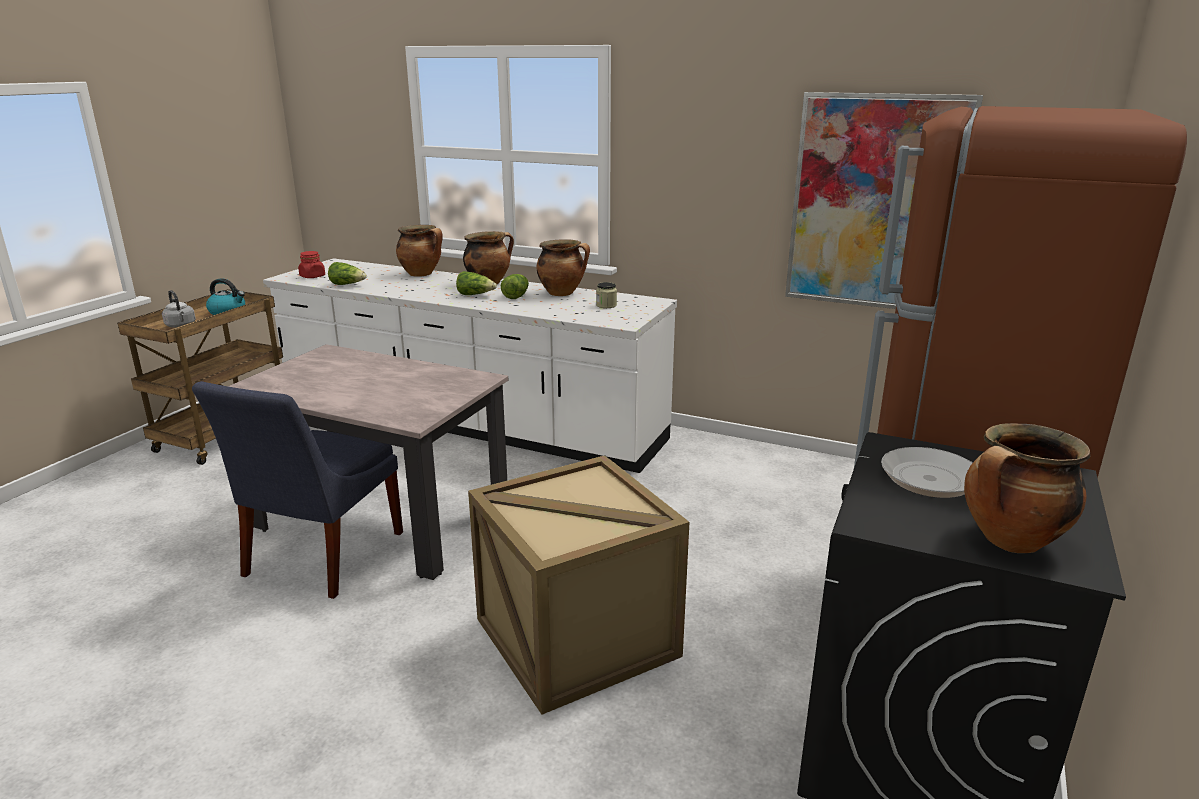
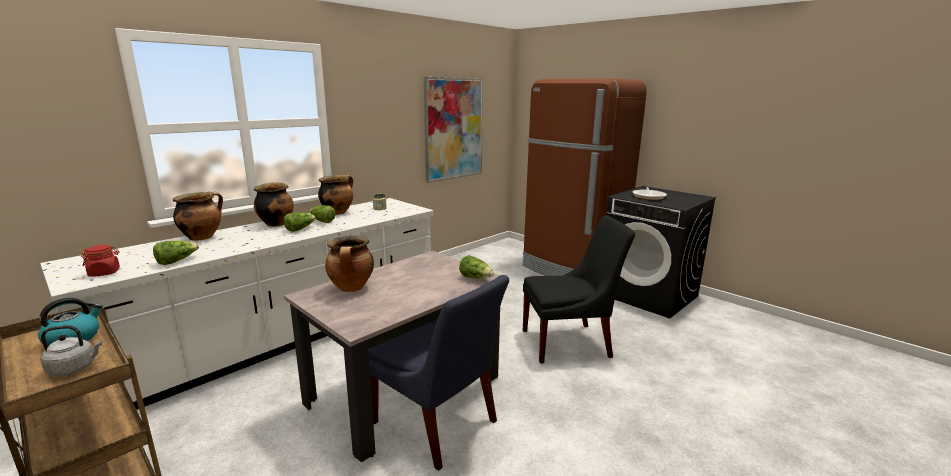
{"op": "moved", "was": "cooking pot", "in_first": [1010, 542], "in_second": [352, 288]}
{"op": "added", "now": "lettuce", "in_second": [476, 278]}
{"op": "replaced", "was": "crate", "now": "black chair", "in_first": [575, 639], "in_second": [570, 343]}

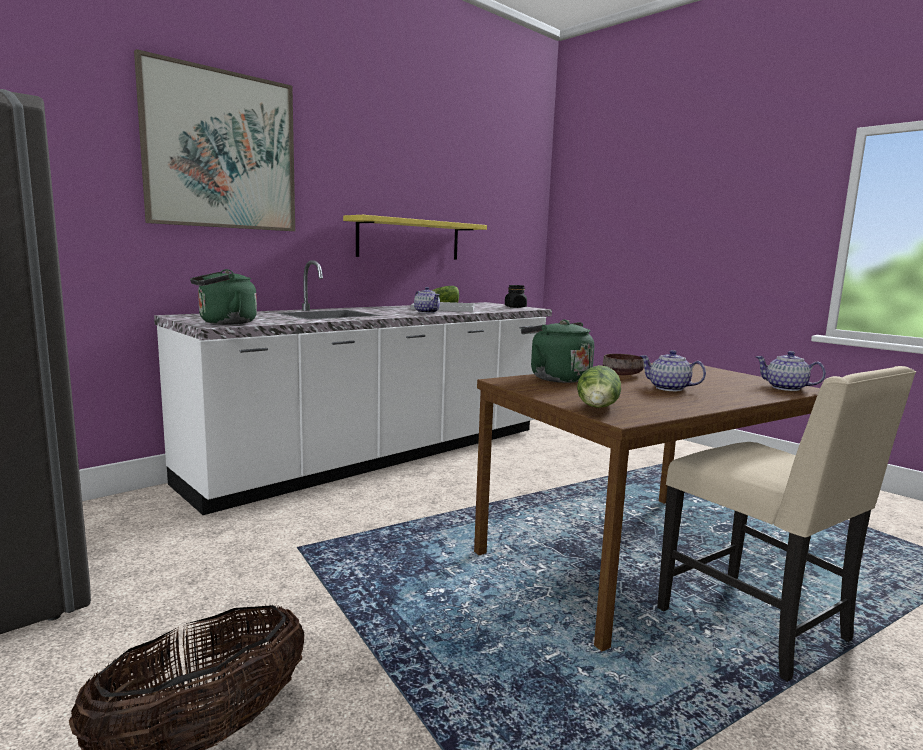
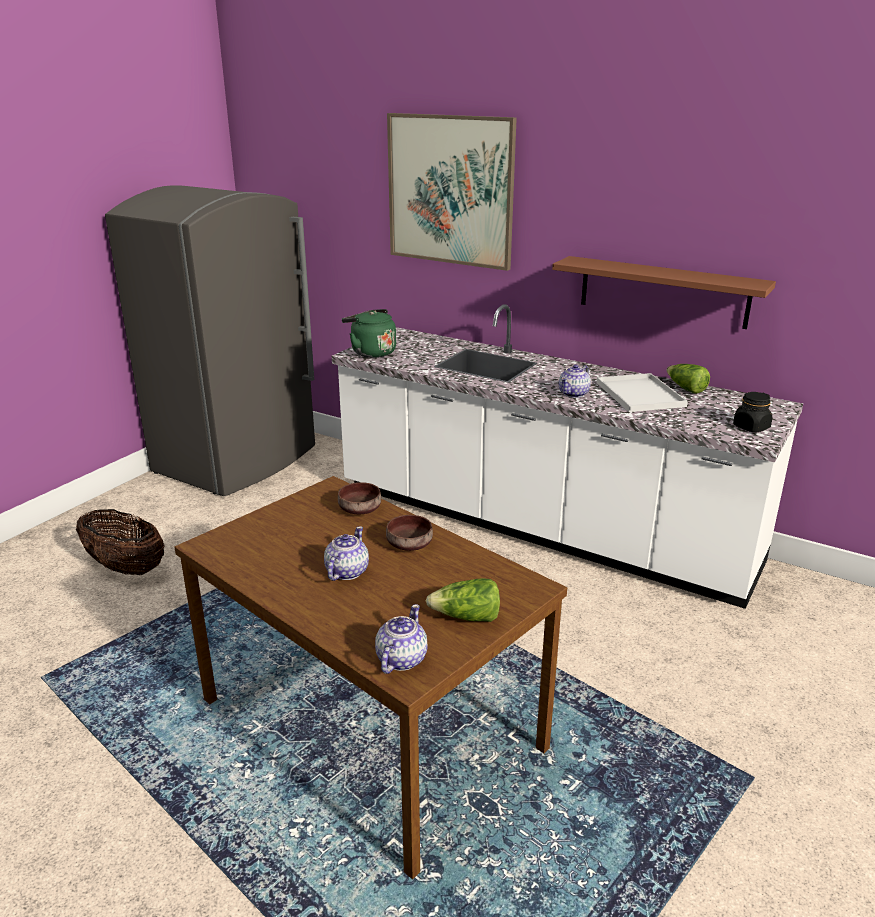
{"op": "replaced", "was": "green kettle", "now": "brown bowl", "in_first": [556, 378], "in_second": [361, 509]}
{"op": "moved", "was": "lettuce", "in_first": [598, 409], "in_second": [467, 617]}
{"op": "recoloured", "was": "yellow shelf", "now": "brown shelf", "in_first": [409, 239], "in_second": [663, 292]}
{"op": "removed", "was": "beige chair", "in_first": [757, 625]}

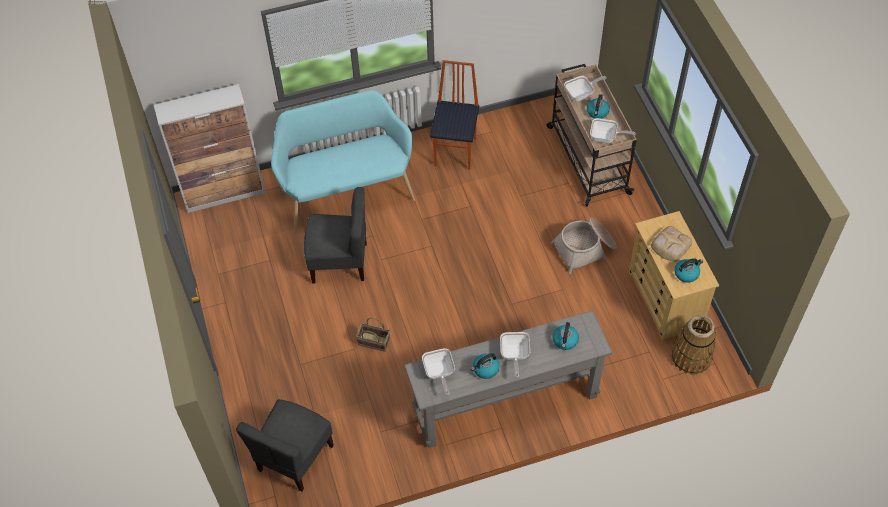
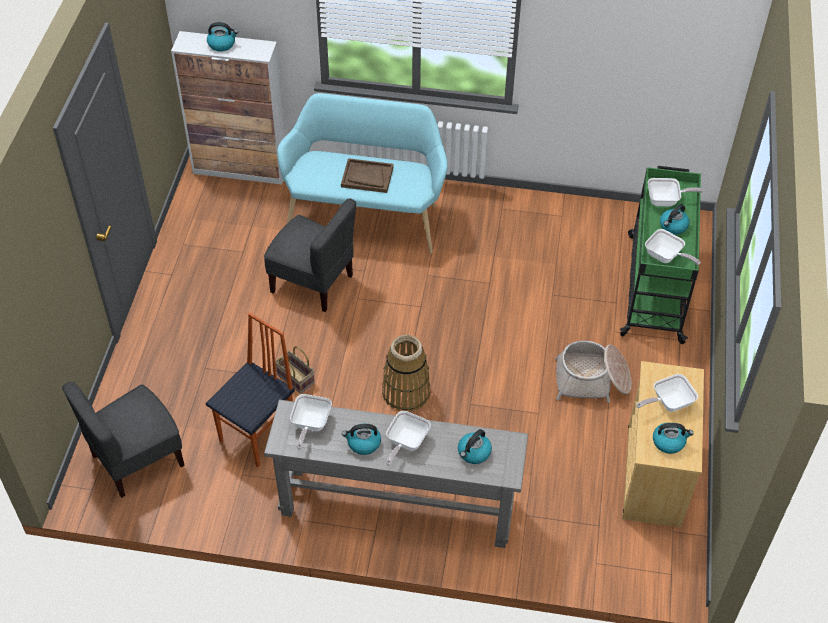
{"op": "moved", "was": "chair", "in_first": [456, 151], "in_second": [259, 435]}
{"op": "added", "now": "kettle", "in_second": [222, 44]}
{"op": "added", "now": "brown tray", "in_second": [367, 177]}
{"op": "moved", "was": "basket", "in_first": [691, 357], "in_second": [405, 392]}
{"op": "recoloured", "was": "beige cart", "now": "green cart", "in_first": [587, 159], "in_second": [654, 286]}
{"op": "replaced", "was": "bread", "now": "frying pan", "in_first": [670, 245], "in_second": [668, 403]}

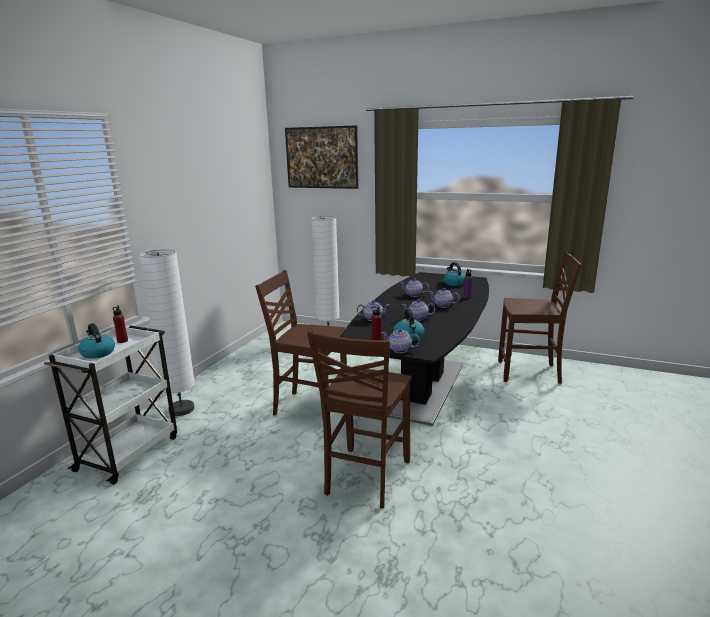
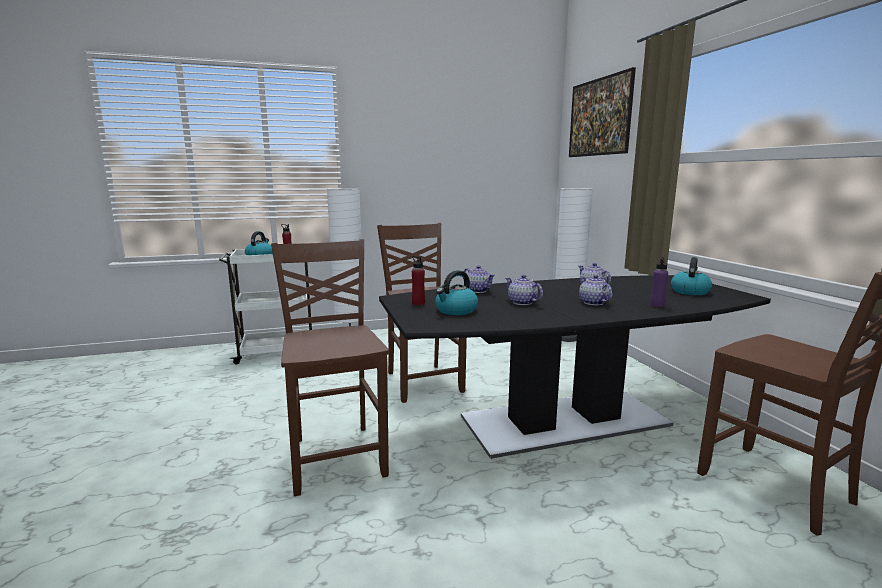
{"op": "turned", "was": "brown chair", "in_first": [365, 478], "in_second": [337, 456], "clockwise": 90}
{"op": "removed", "was": "teapot", "in_first": [400, 350]}

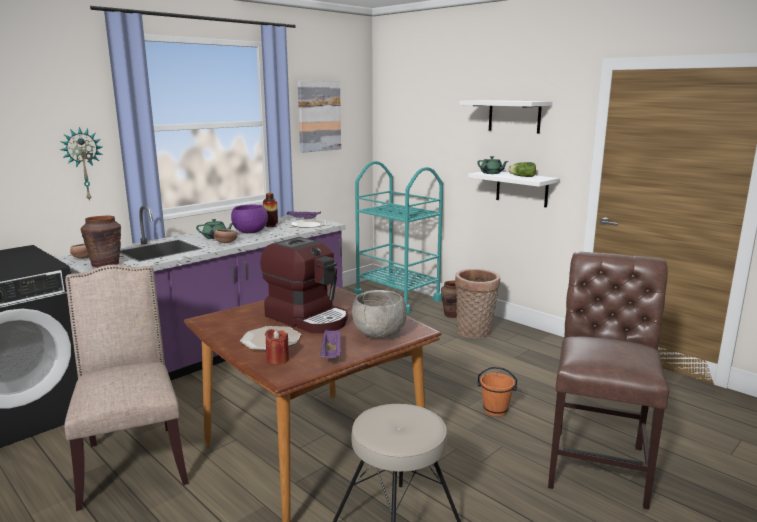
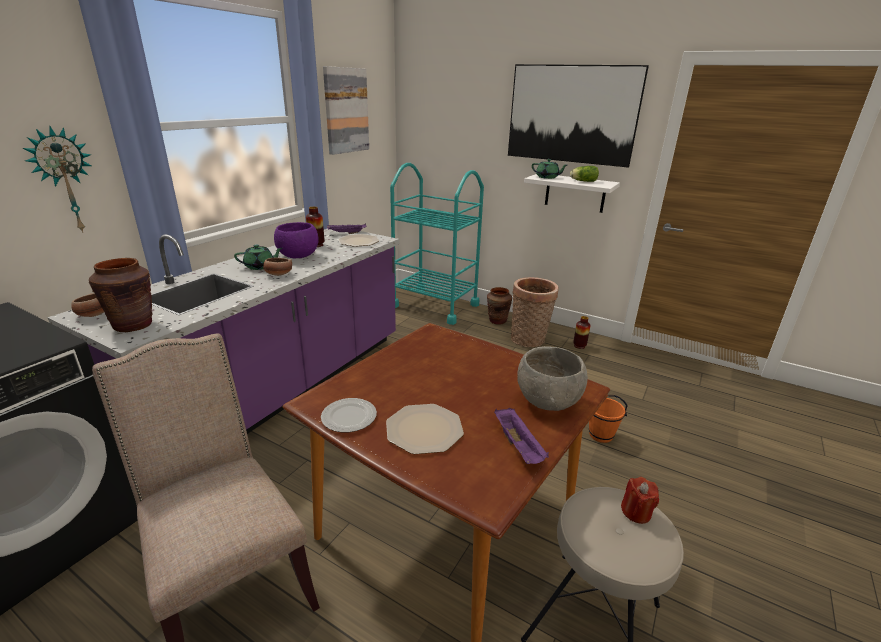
{"op": "added", "now": "plate", "in_second": [348, 417]}
{"op": "replaced", "was": "white shelf", "now": "picture", "in_first": [514, 116], "in_second": [571, 114]}
{"op": "added", "now": "vase", "in_second": [579, 346]}
{"op": "moved", "was": "red candle", "in_first": [277, 359], "in_second": [636, 512]}
{"op": "removed", "was": "coffee machine", "in_first": [308, 318]}
{"op": "removed", "was": "brown chair", "in_first": [598, 462]}

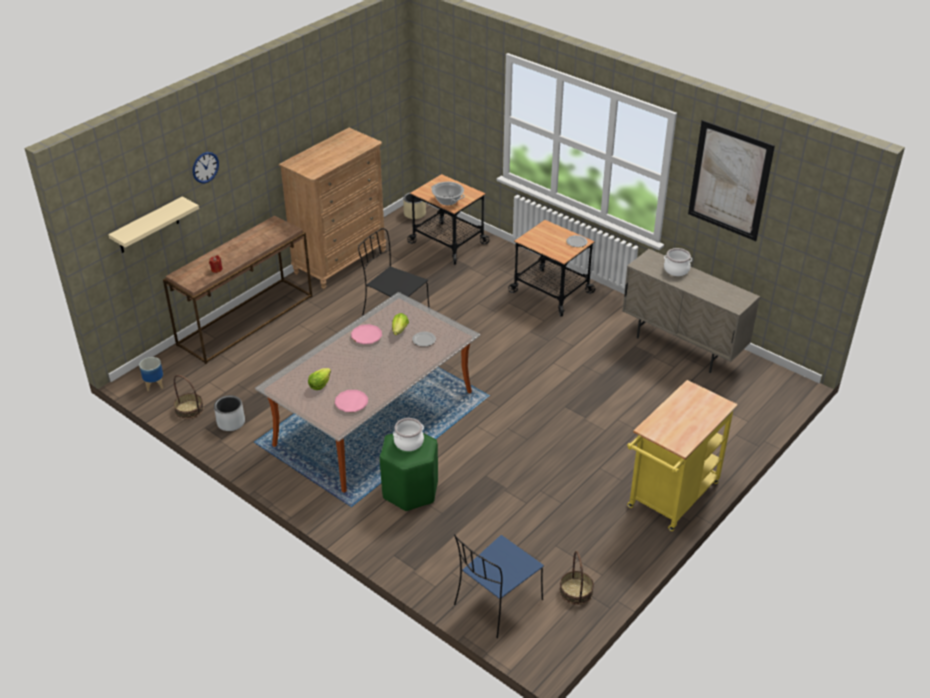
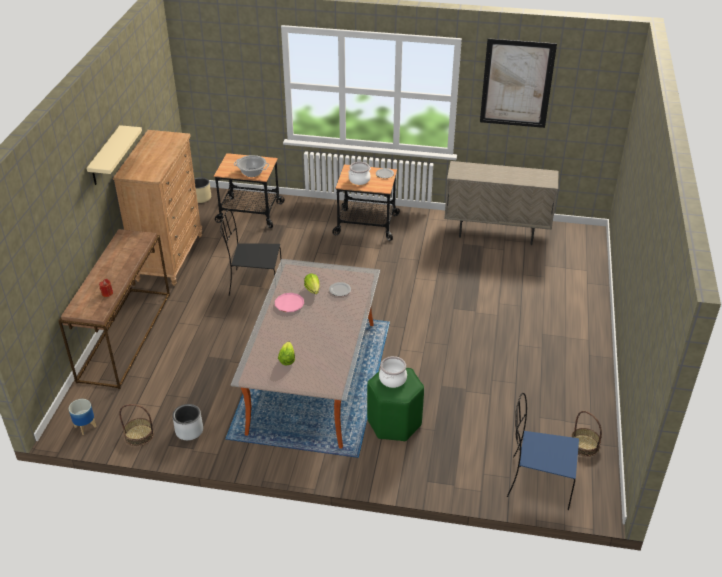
{"op": "moved", "was": "beige shelf", "in_first": [148, 226], "in_second": [105, 156]}
{"op": "moved", "was": "cooking pot", "in_first": [676, 269], "in_second": [359, 180]}
{"op": "turned", "was": "blue chair", "in_first": [496, 603], "in_second": [537, 482], "clockwise": 90}
{"op": "removed", "was": "wall clock", "in_first": [205, 167]}
{"op": "removed", "was": "pink plate", "in_first": [351, 403]}
{"op": "removed", "was": "yellow cart", "in_first": [670, 499]}

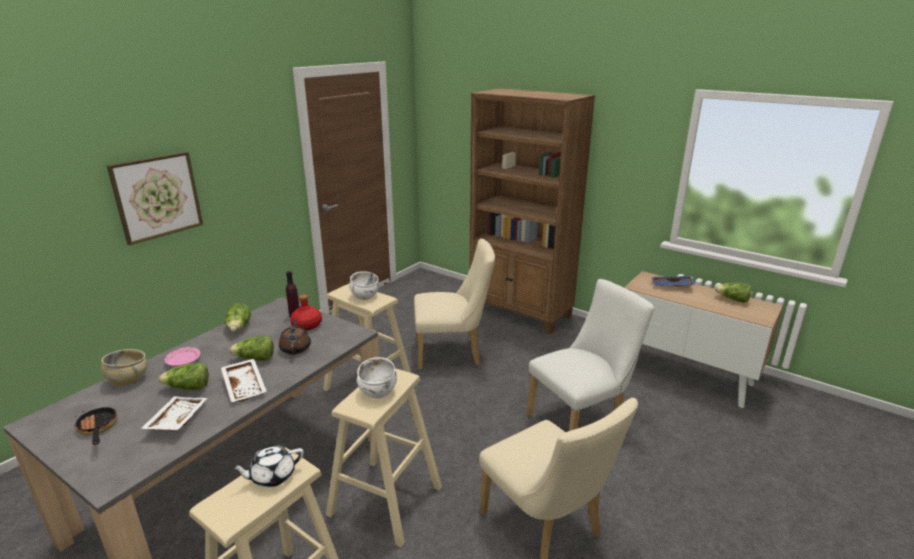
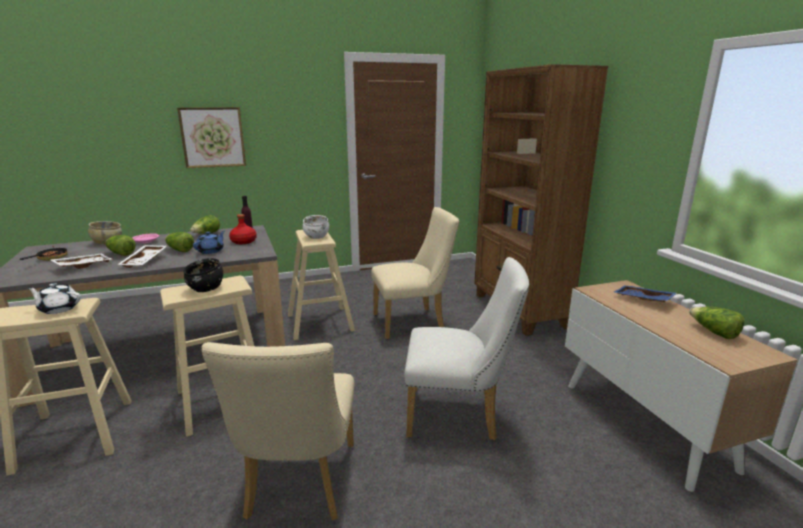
{"op": "recoloured", "was": "white bowl", "now": "black bowl", "in_first": [377, 391], "in_second": [206, 288]}
{"op": "recoloured", "was": "brown teapot", "now": "blue teapot", "in_first": [295, 348], "in_second": [211, 251]}
{"op": "turned", "was": "beige chair", "in_first": [453, 353], "in_second": [413, 322], "clockwise": -45}

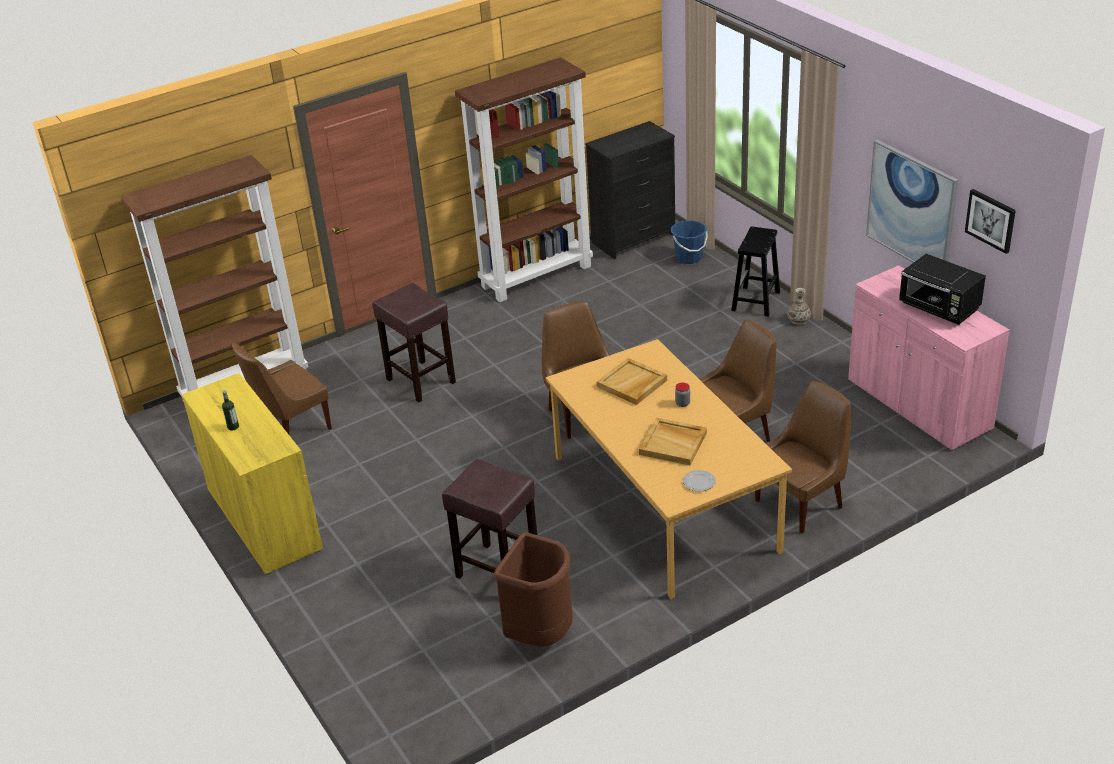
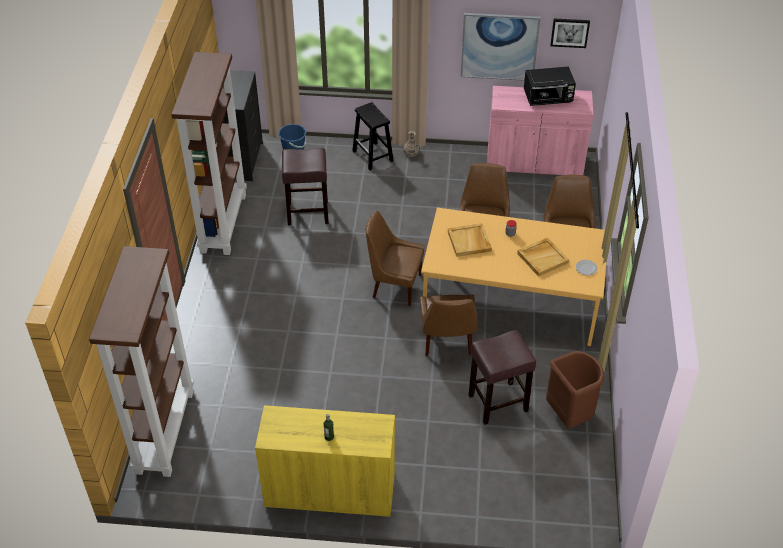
{"op": "moved", "was": "brown stool", "in_first": [420, 380], "in_second": [307, 213]}
{"op": "moved", "was": "brown chair", "in_first": [291, 429], "in_second": [447, 341]}

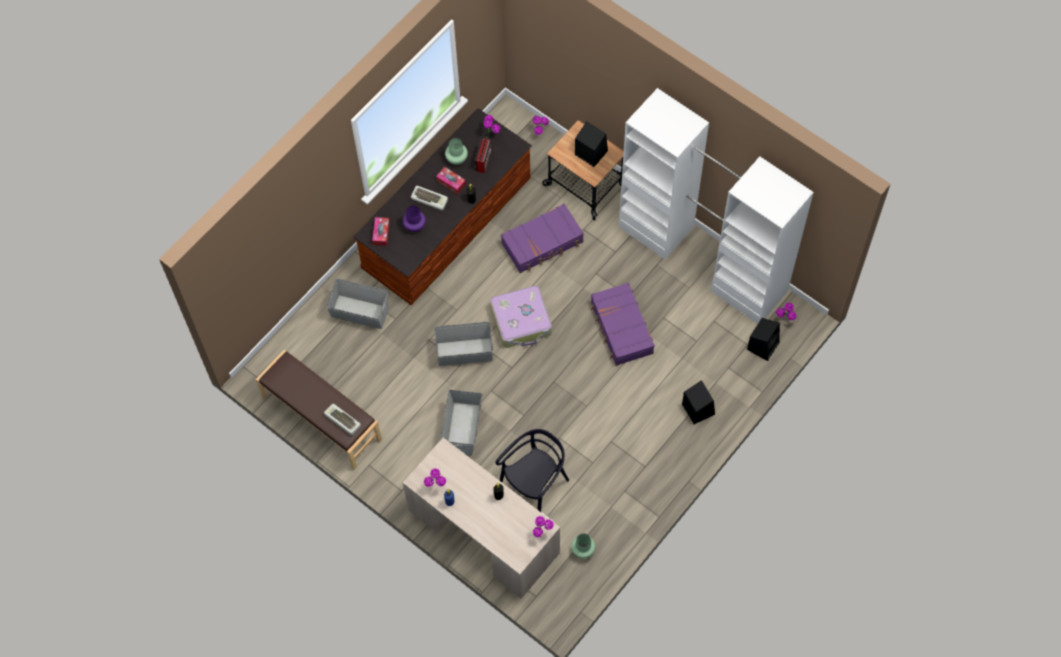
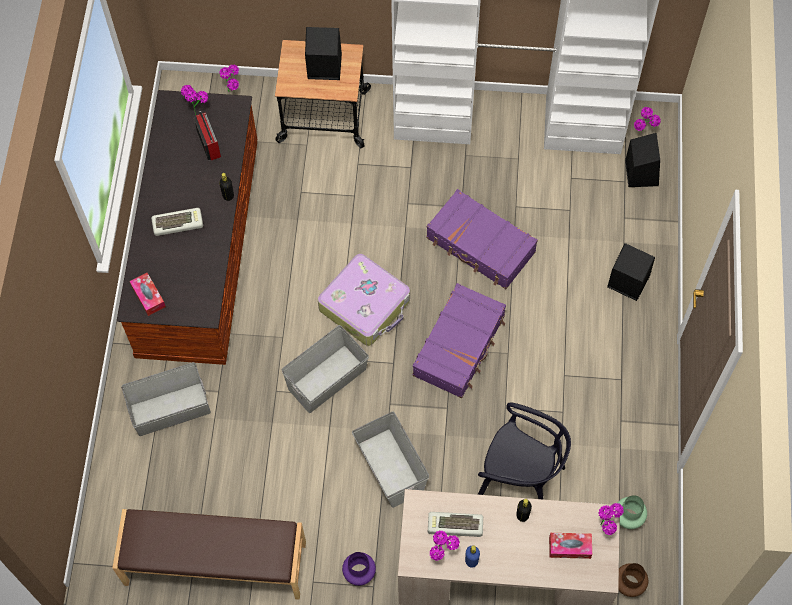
{"op": "moved", "was": "purple vase", "in_first": [415, 226], "in_second": [359, 572]}
{"op": "moved", "was": "purple suitcase", "in_first": [542, 243], "in_second": [460, 345]}
{"op": "moved", "was": "keyboard", "in_first": [341, 421], "in_second": [454, 526]}
{"op": "turned", "was": "black chair", "in_first": [535, 485], "in_second": [520, 479], "clockwise": 105}
{"op": "moved", "was": "tissue box", "in_first": [451, 182], "in_second": [569, 547]}
{"op": "added", "now": "brown vase", "in_second": [629, 584]}
{"op": "removed", "was": "green vase", "in_first": [456, 159]}

